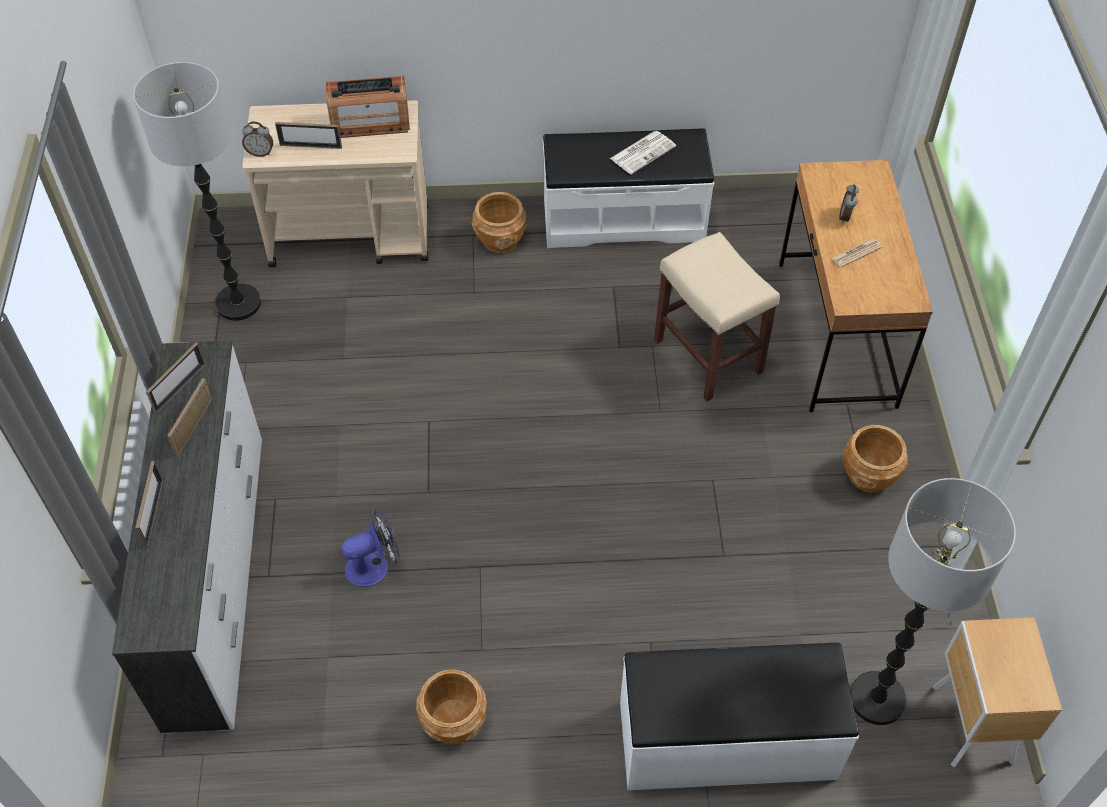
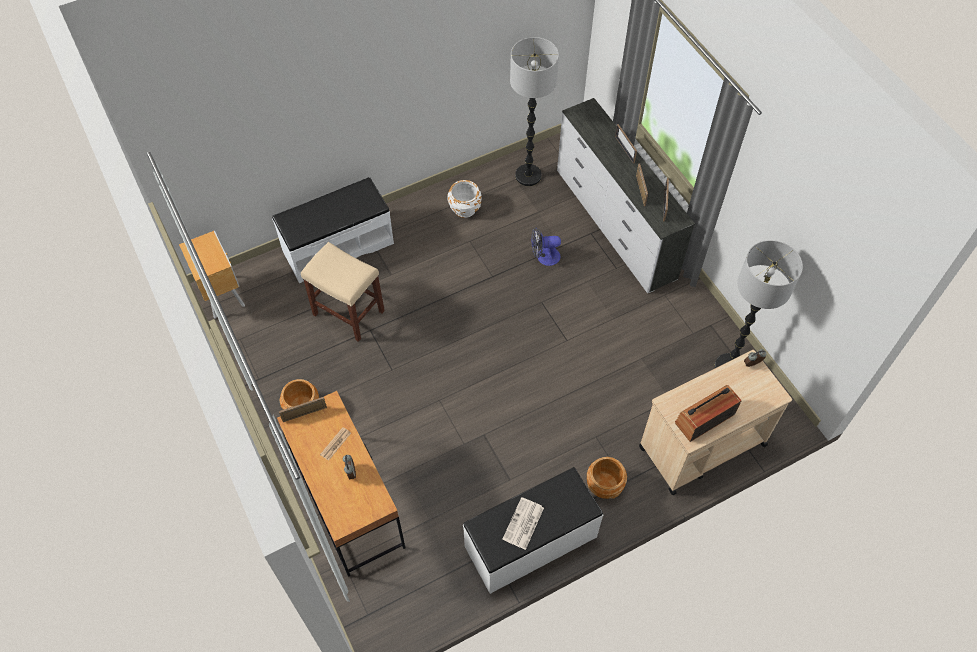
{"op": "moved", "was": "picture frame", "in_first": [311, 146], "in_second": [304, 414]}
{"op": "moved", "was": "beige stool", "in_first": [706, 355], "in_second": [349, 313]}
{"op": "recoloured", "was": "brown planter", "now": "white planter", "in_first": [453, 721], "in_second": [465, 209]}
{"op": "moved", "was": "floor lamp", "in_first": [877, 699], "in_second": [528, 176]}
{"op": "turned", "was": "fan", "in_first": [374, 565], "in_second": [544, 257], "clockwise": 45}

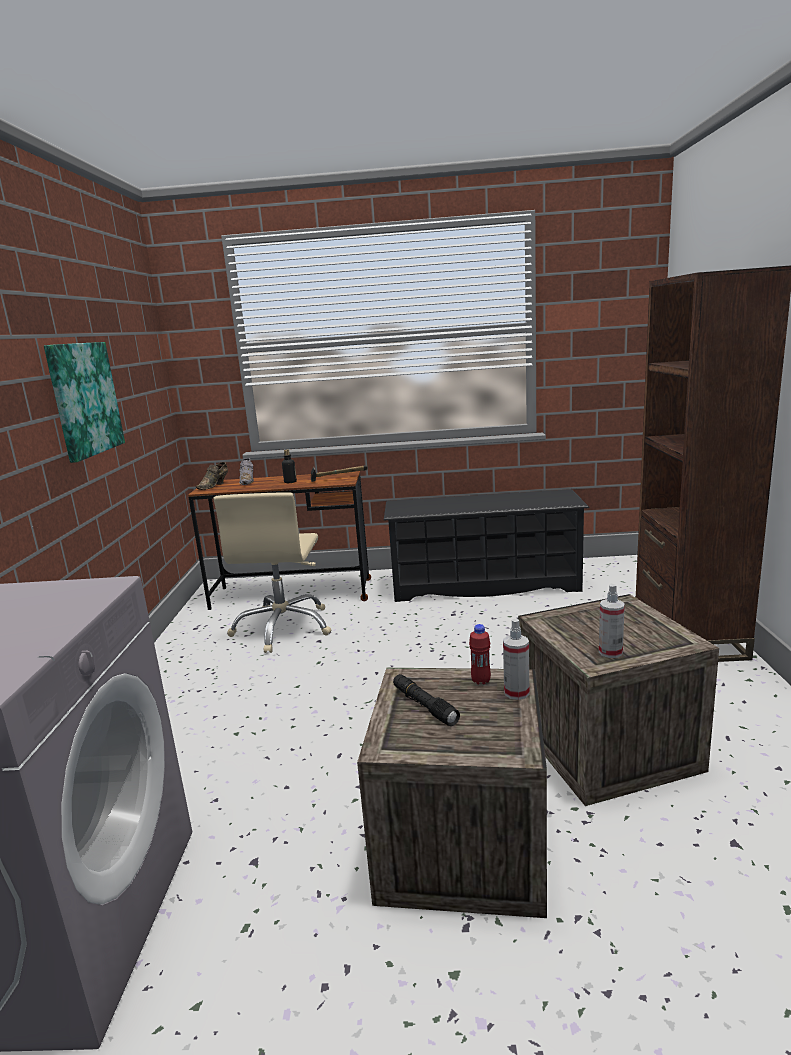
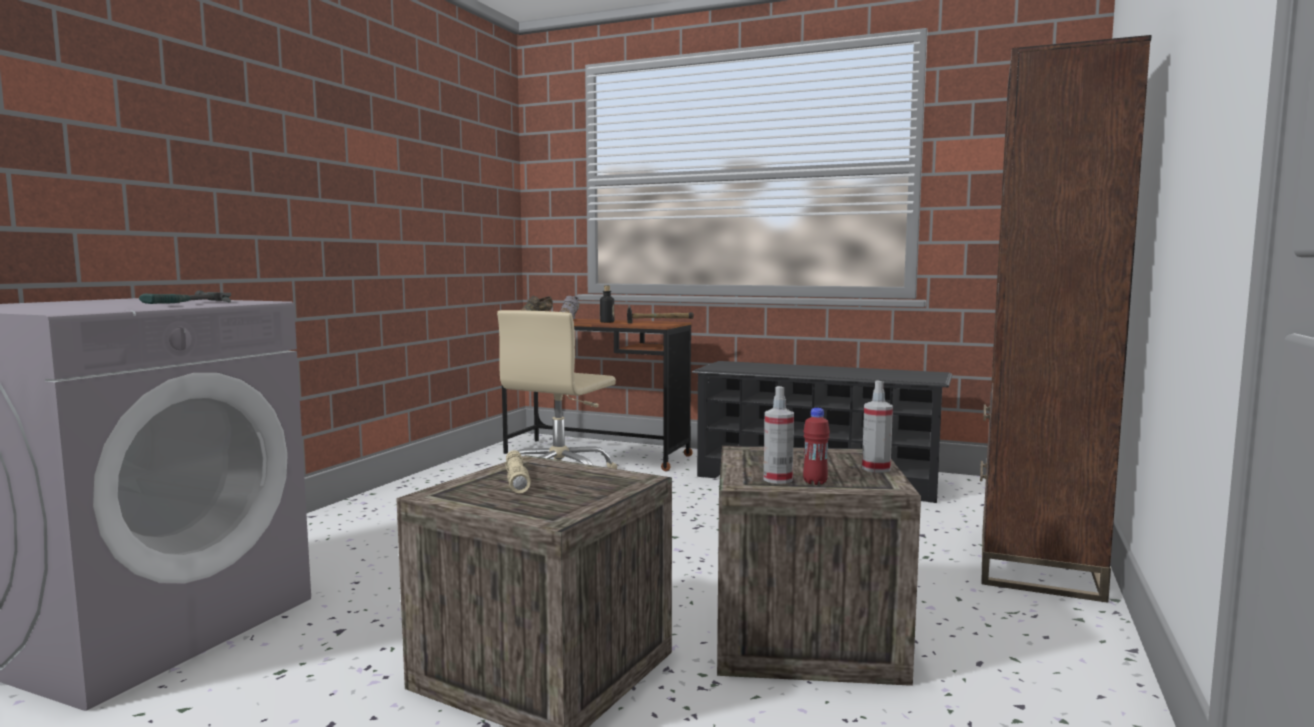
{"op": "added", "now": "hammer", "in_second": [187, 304]}
{"op": "recoloured", "was": "black flashlight", "now": "beige flashlight", "in_first": [424, 706], "in_second": [516, 479]}
{"op": "moved", "was": "red bottle", "in_first": [481, 681], "in_second": [815, 482]}
{"op": "moved", "was": "spray bottle", "in_first": [516, 692], "in_second": [876, 468]}
{"op": "removed", "was": "picture", "in_first": [84, 399]}

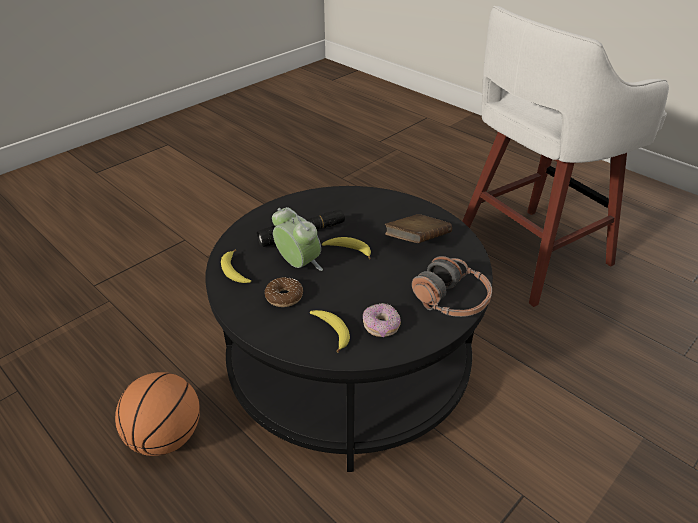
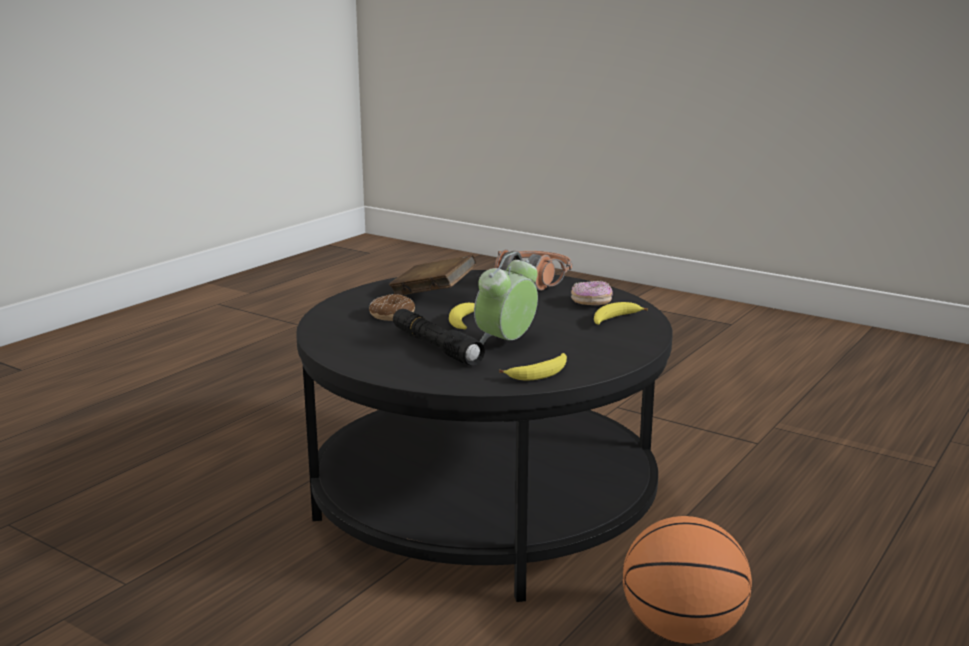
{"op": "moved", "was": "donut", "in_first": [284, 297], "in_second": [392, 315]}
{"op": "removed", "was": "white stool", "in_first": [527, 255]}

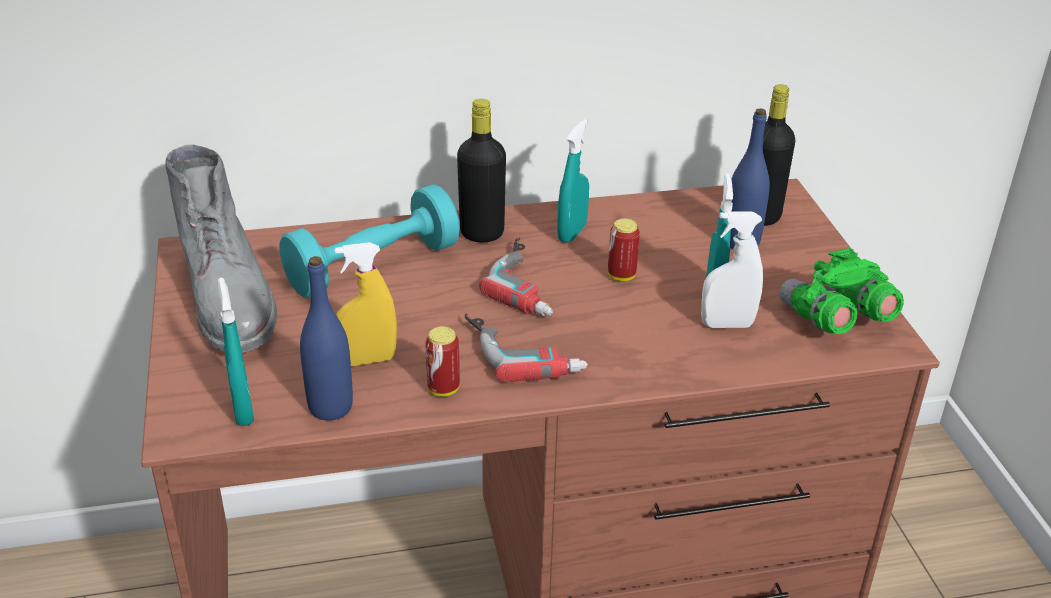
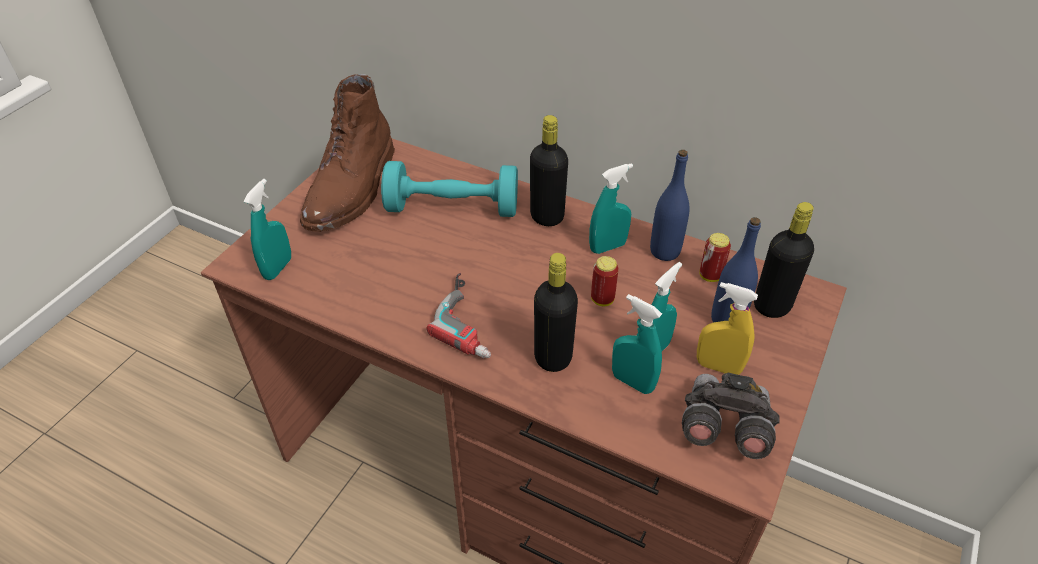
{"op": "recoloured", "was": "grey boot", "now": "brown boot", "in_first": [230, 298], "in_second": [352, 189]}
{"op": "added", "now": "black bottle", "in_second": [553, 357]}
{"op": "recoloured", "was": "white spray bottle", "now": "turquoise spray bottle", "in_first": [727, 324], "in_second": [632, 382]}
{"op": "moved", "was": "blue bottle", "in_first": [330, 407], "in_second": [665, 251]}
{"op": "recoloured", "was": "green binoculars", "now": "grey binoculars", "in_first": [834, 319], "in_second": [723, 428]}
{"op": "moved", "was": "yellow spray bottle", "in_first": [368, 360], "in_second": [718, 367]}
{"op": "moved", "was": "can", "in_first": [443, 389], "in_second": [710, 276]}
{"op": "removed", "was": "power drill", "in_first": [532, 284]}

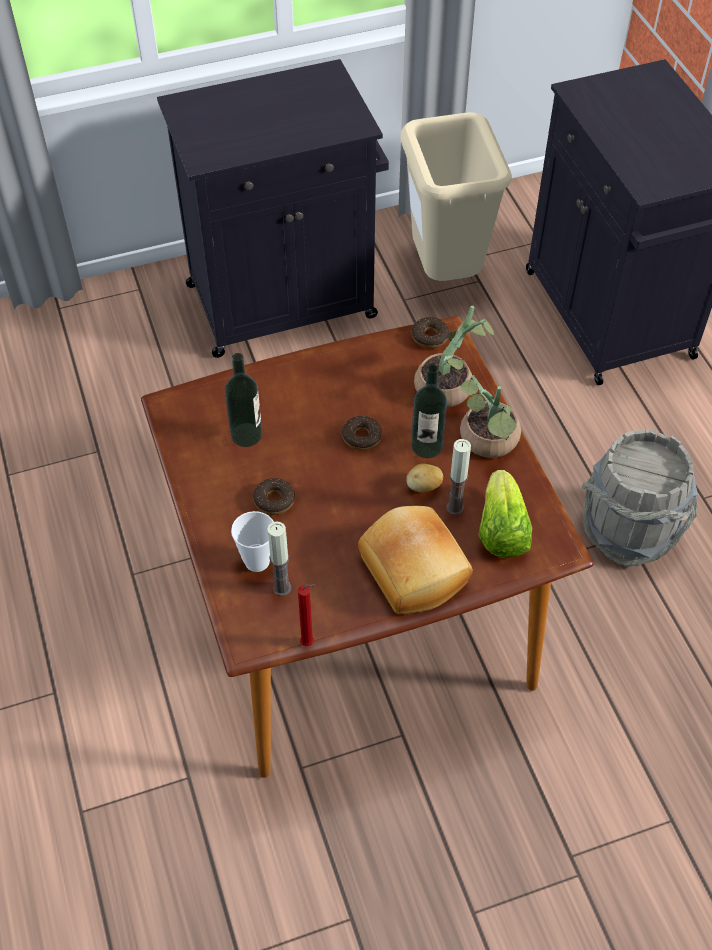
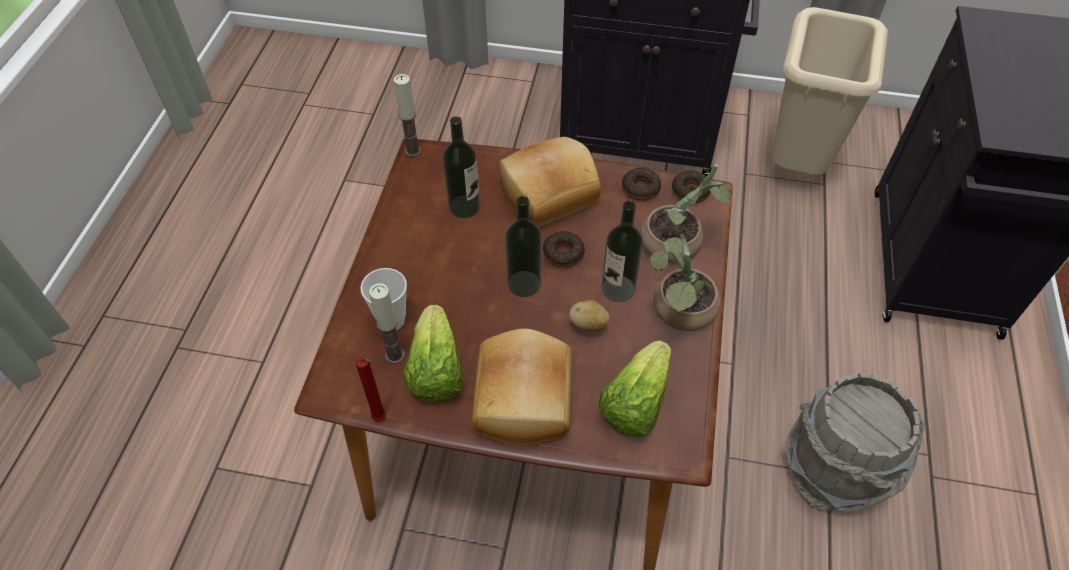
{"op": "moved", "was": "candle", "in_first": [455, 507], "in_second": [413, 151]}
{"op": "added", "now": "lettuce", "in_second": [436, 370]}
{"op": "added", "now": "bread", "in_second": [547, 193]}
{"op": "added", "now": "bottle", "in_second": [524, 283]}
{"op": "moved", "was": "donut", "in_first": [274, 500], "in_second": [640, 188]}

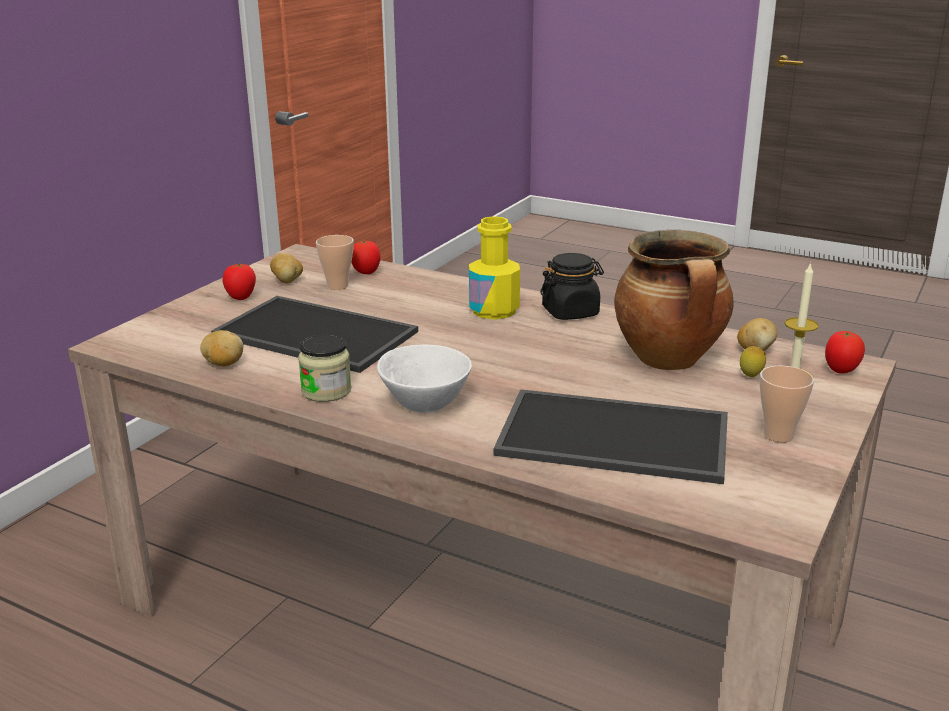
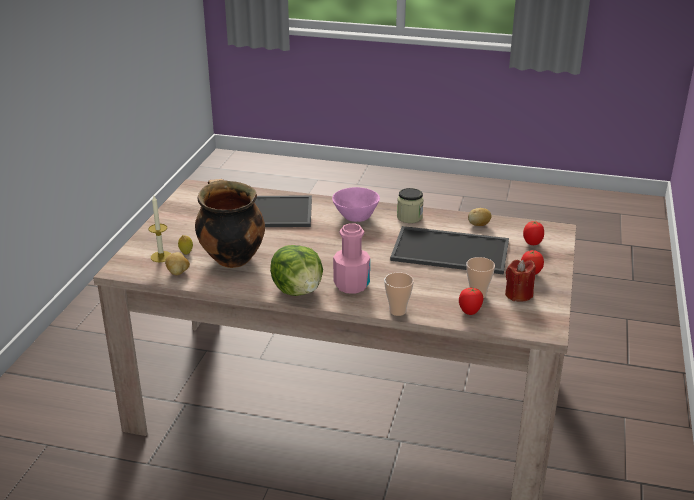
{"op": "replaced", "was": "black jar", "now": "lettuce", "in_first": [570, 312], "in_second": [298, 290]}
{"op": "recoloured", "was": "white bowl", "now": "pink bowl", "in_first": [423, 405], "in_second": [356, 216]}
{"op": "recoloured", "was": "yellow bottle", "now": "pink bottle", "in_first": [494, 310], "in_second": [351, 285]}
{"op": "moved", "was": "cup", "in_first": [778, 435], "in_second": [397, 311]}
{"op": "replaced", "was": "potato", "now": "red candle", "in_first": [287, 281], "in_second": [518, 294]}
{"op": "moved", "was": "tomato", "in_first": [840, 371], "in_second": [532, 243]}

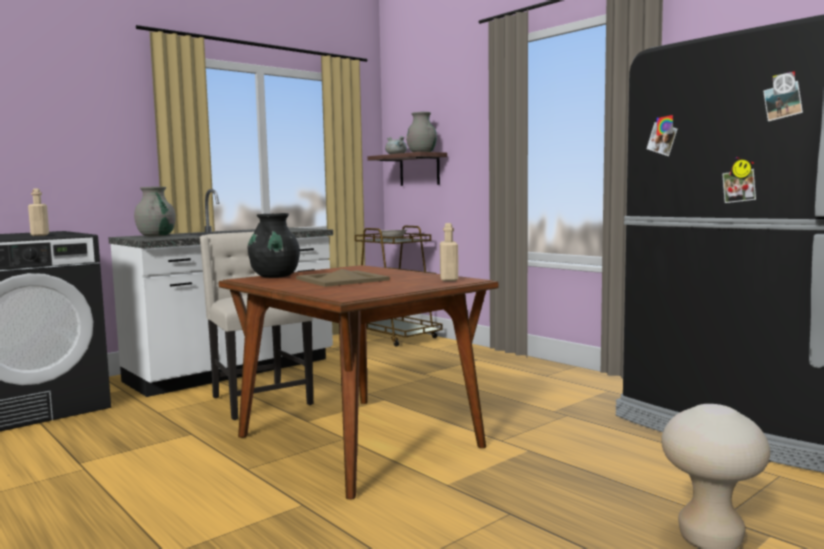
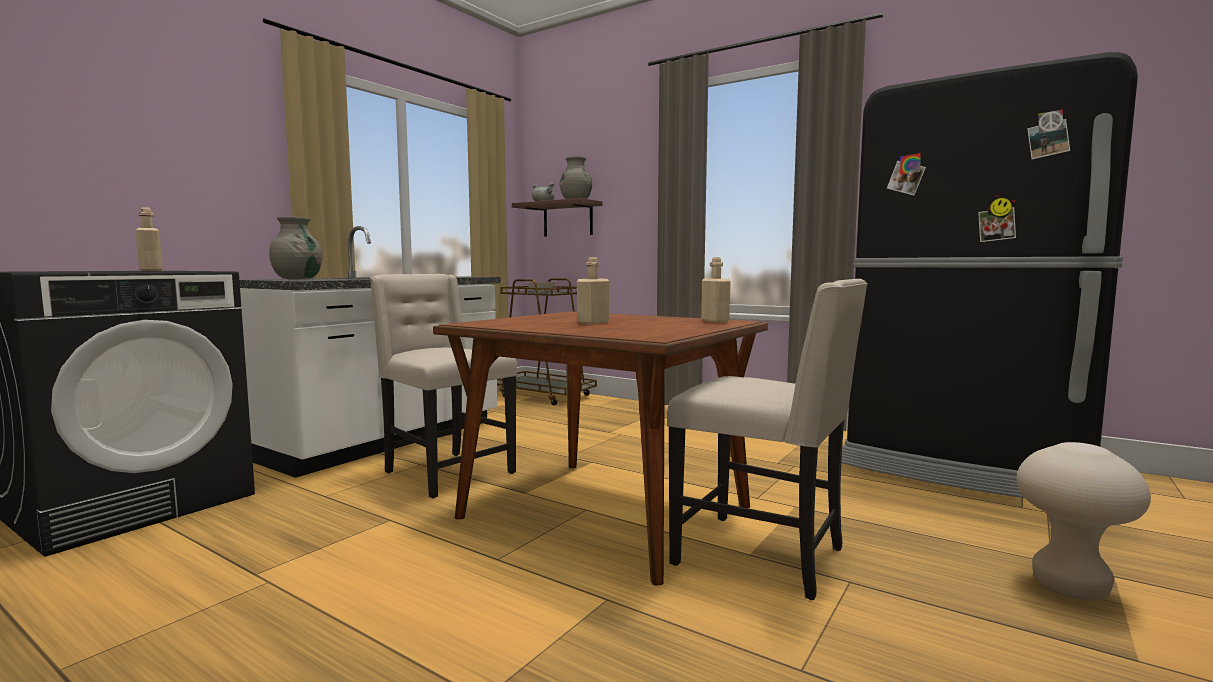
{"op": "replaced", "was": "beige tray", "now": "beige bottle", "in_first": [343, 279], "in_second": [593, 322]}
{"op": "added", "now": "beige chair", "in_second": [763, 556]}
{"op": "removed", "was": "black vase", "in_first": [275, 276]}

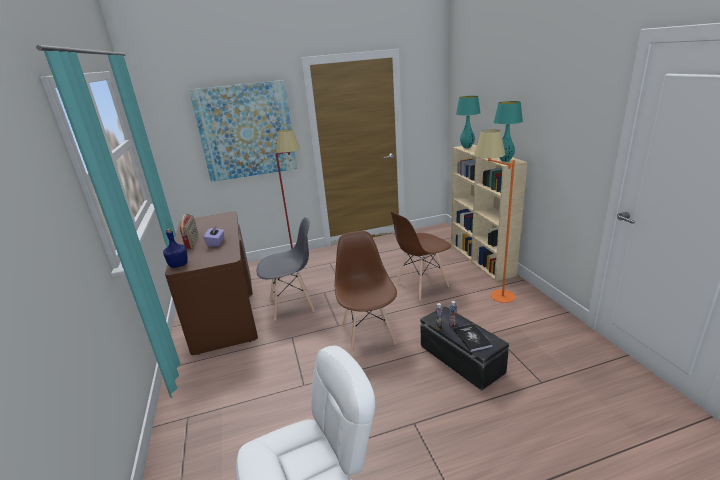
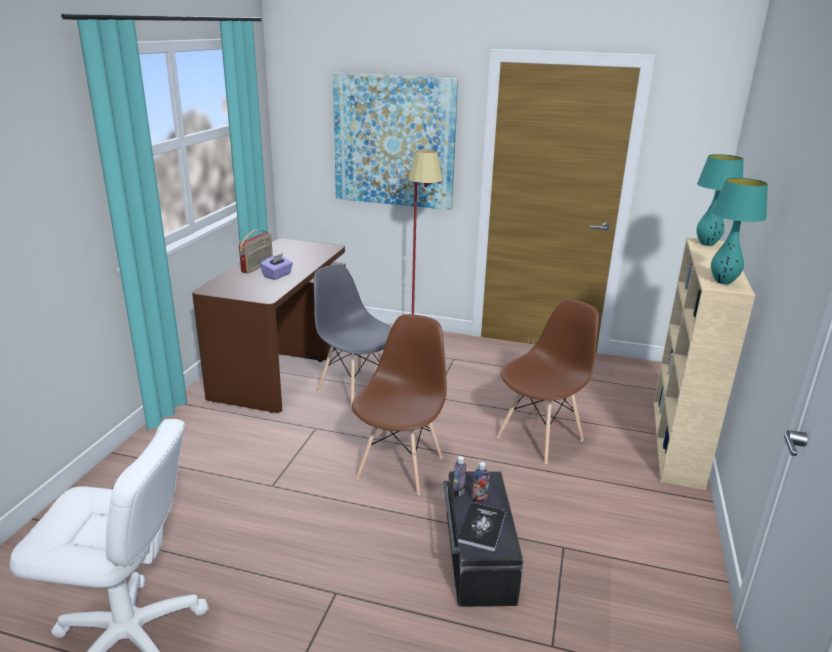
{"op": "turned", "was": "grey chair", "in_first": [292, 305], "in_second": [355, 391], "clockwise": -150}
{"op": "turned", "was": "brown chair", "in_first": [421, 285], "in_second": [540, 438], "clockwise": 135}
{"op": "removed", "was": "blue bottle", "in_first": [179, 265]}
{"op": "removed", "was": "orange floor lamp", "in_first": [491, 296]}

